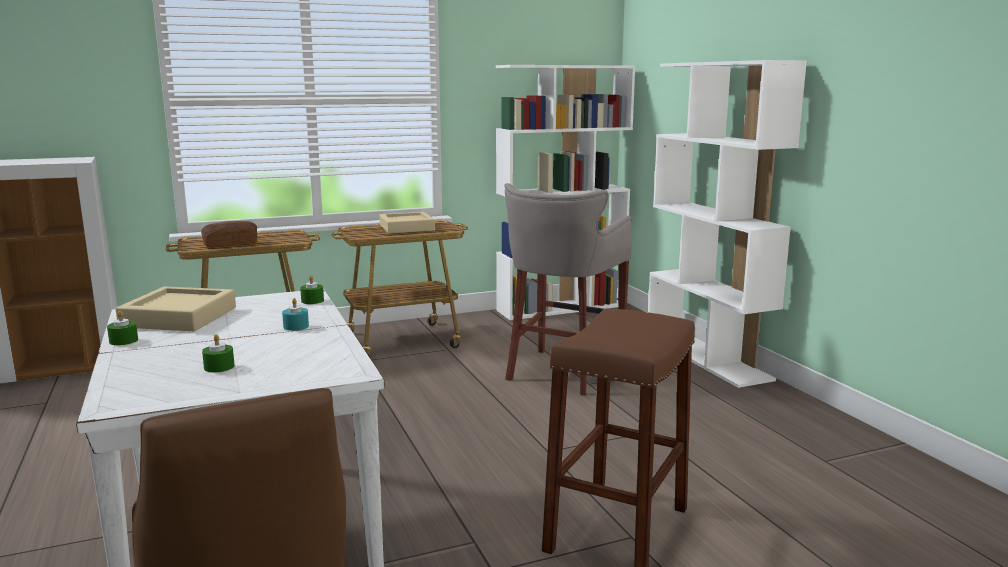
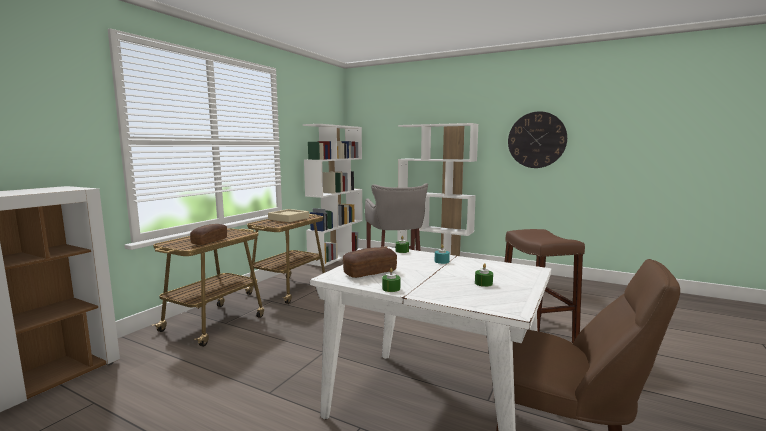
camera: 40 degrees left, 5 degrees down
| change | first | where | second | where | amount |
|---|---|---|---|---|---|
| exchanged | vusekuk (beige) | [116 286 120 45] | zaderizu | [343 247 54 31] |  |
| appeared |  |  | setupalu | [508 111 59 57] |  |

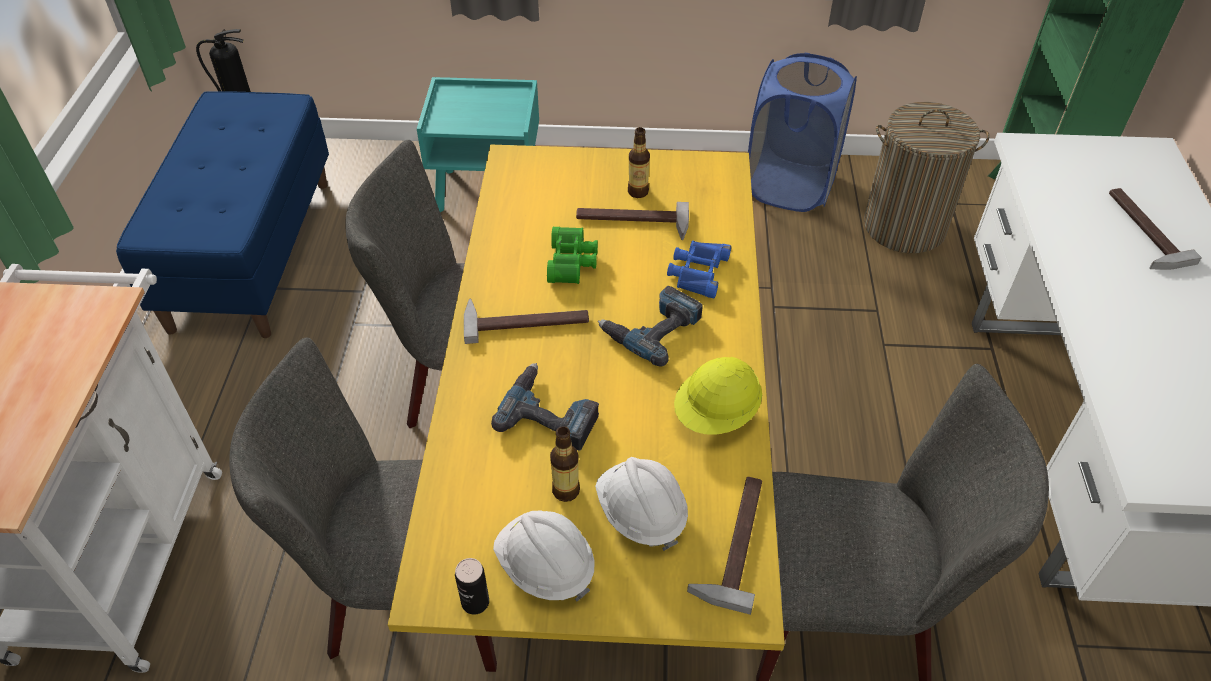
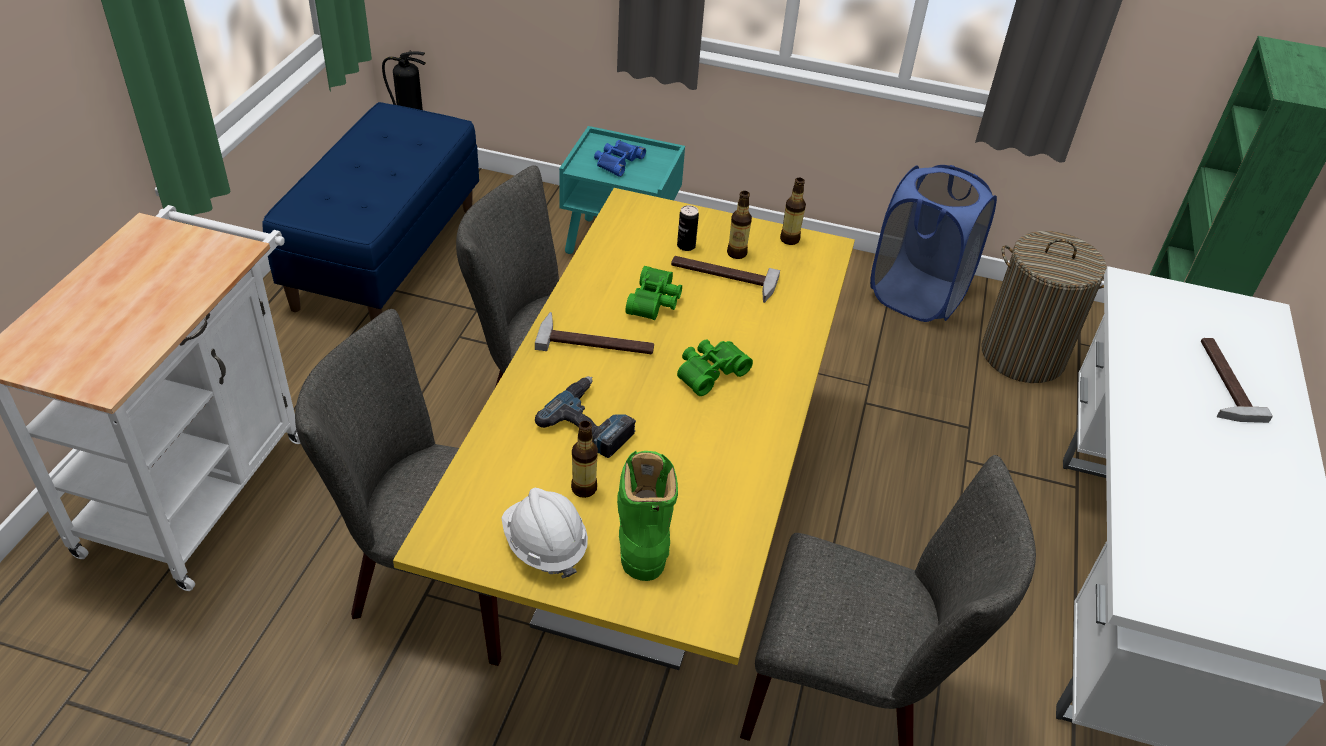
camera: 10 degrees right, 5 degrees down
| change | first | where | second | where | amount |
|---|---|---|---|---|---|
| relocated | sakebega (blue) | [667 240 64 58] |  | [594 140 52 37] |  |
| exchanged | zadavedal | [598 286 105 80] | sakebega (green) | [677 339 76 57] |  |
| missing | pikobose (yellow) | [674 357 88 78] |  |  |  |
| exchanged | pikobose (white) | [595 457 93 94] | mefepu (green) | [617 451 61 130] |  |
| missing | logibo | [687 477 75 138] |  |  |  |
| relocated | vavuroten | [455 558 34 56] |  | [677 205 22 46] |  |
| appeared |  |  | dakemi | [780 178 26 67] |  |

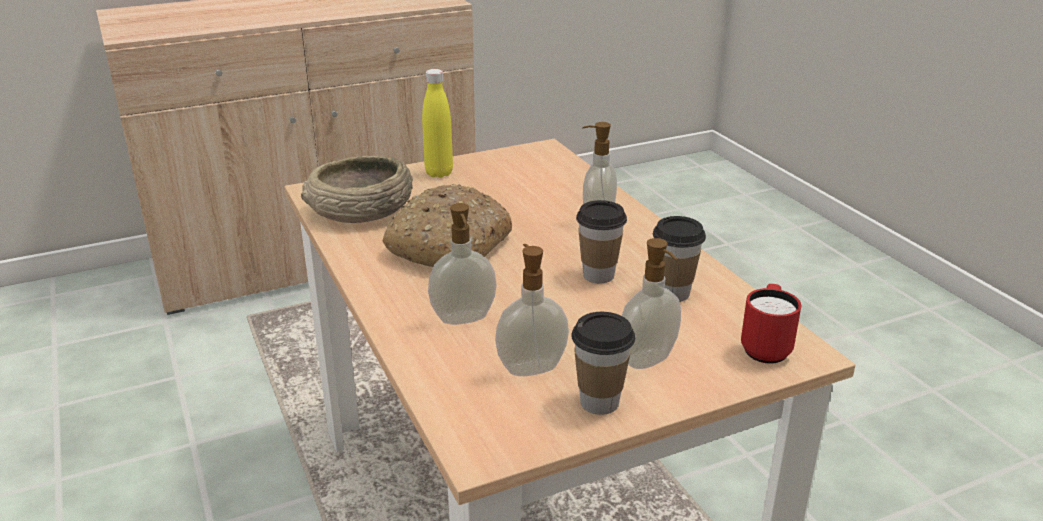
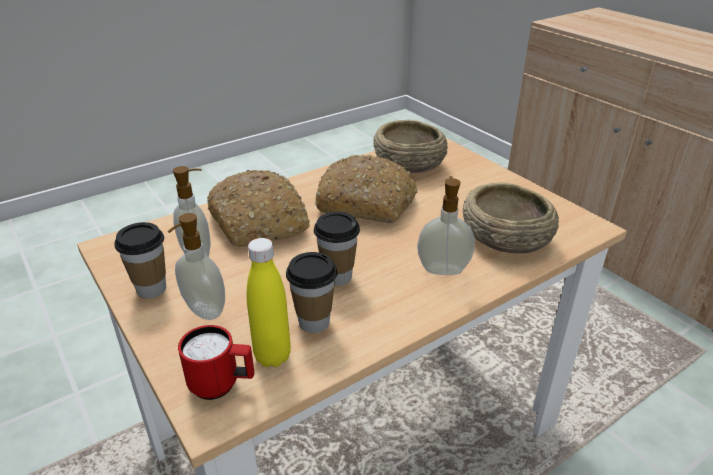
camera: 80 degrees right, 5 degrees up
| change | first | where | second | where | amount |
|---|---|---|---|---|---|
| relocated | dakemi (yellow) | [422 69 31 109] |  | [247 238 44 129] |  |
| exchanged | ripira | [428 203 69 122] | zaderizu | [207 170 103 77] |  |
| appeared |  |  | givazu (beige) | [463 182 96 71] |  |

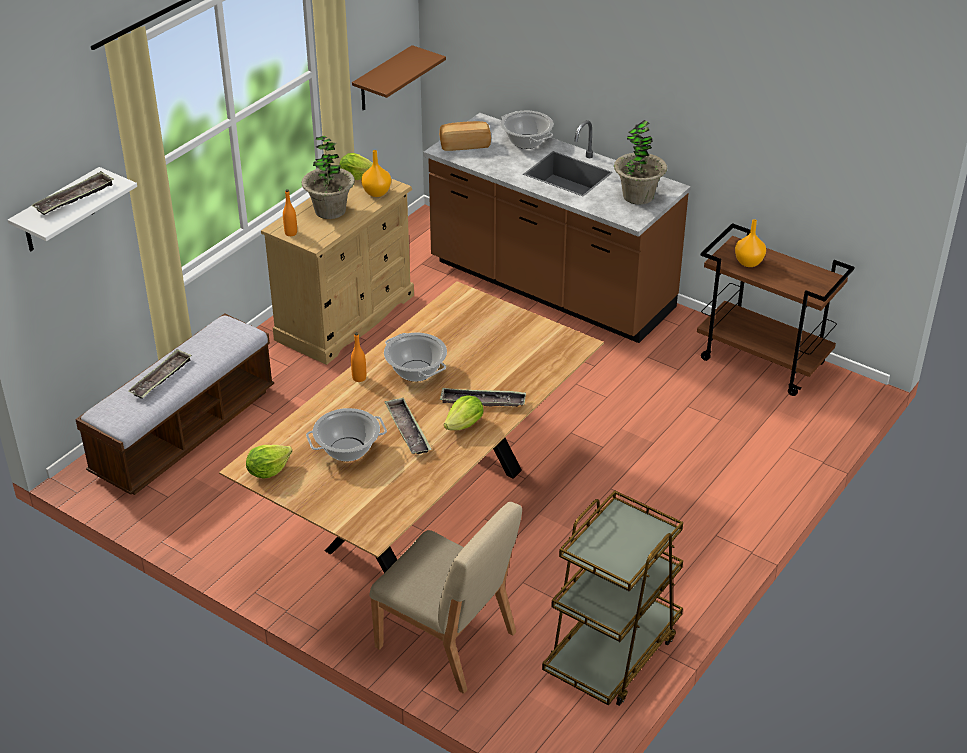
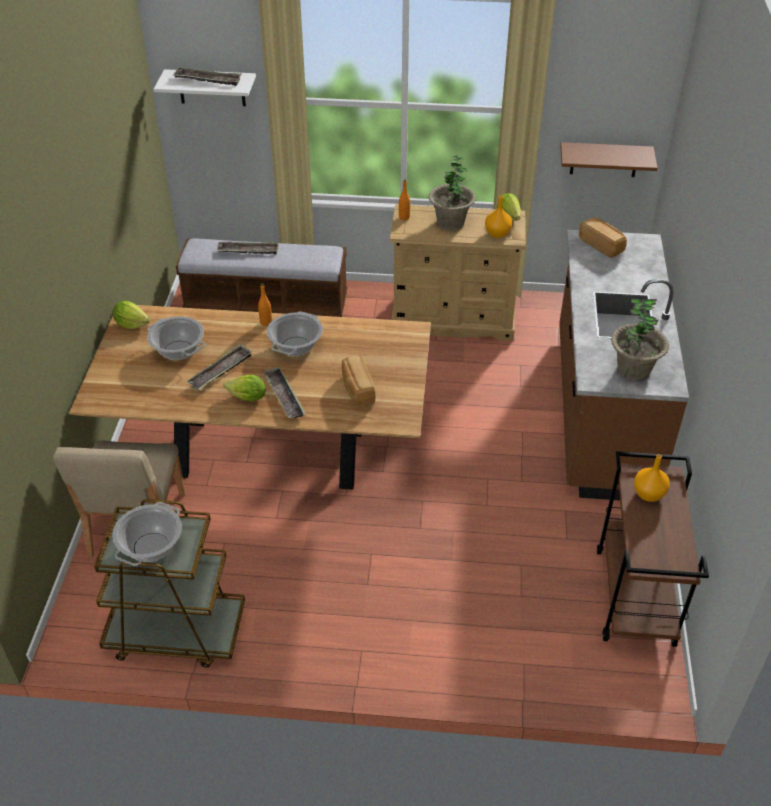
camera: 60 degrees right, 5 degrees up
| change | first | where | second | where | amount |
|---|---|---|---|---|---|
| relocated | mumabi | [501 111 52 38] |  | [112 502 70 64] |  |
| appeared |  |  | zaderizu | [342 355 34 51] |  |

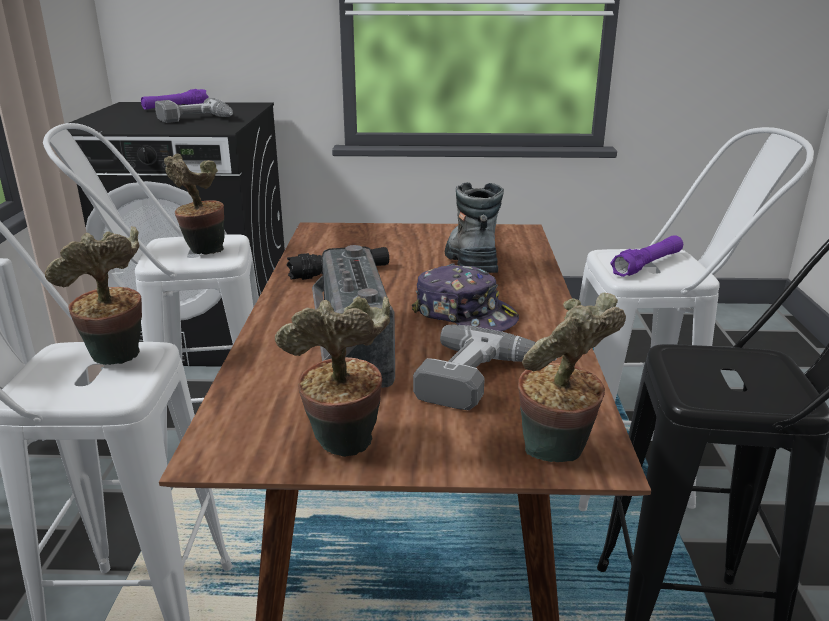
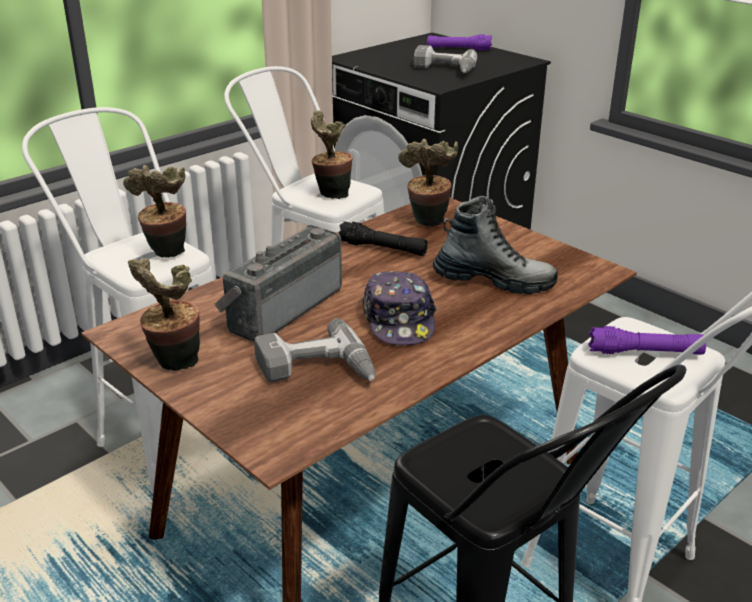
camera: 45 degrees right, 5 degrees up
| change | first | where | second | where | amount |
|---|---|---|---|---|---|
| spun | mefepu | [445 182 59 91] |  | [433 196 125 98] | 60 degrees clockwise |
| relocated | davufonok | [518 292 108 170] |  | [398 139 60 87] |  |

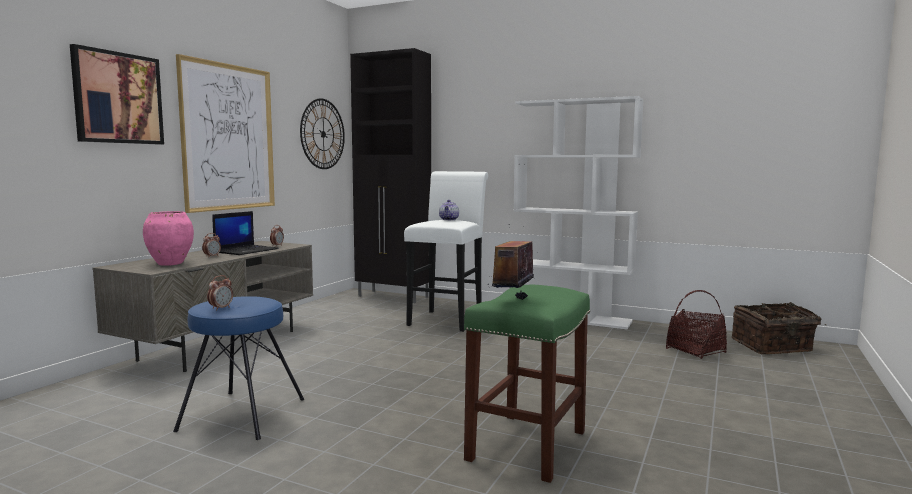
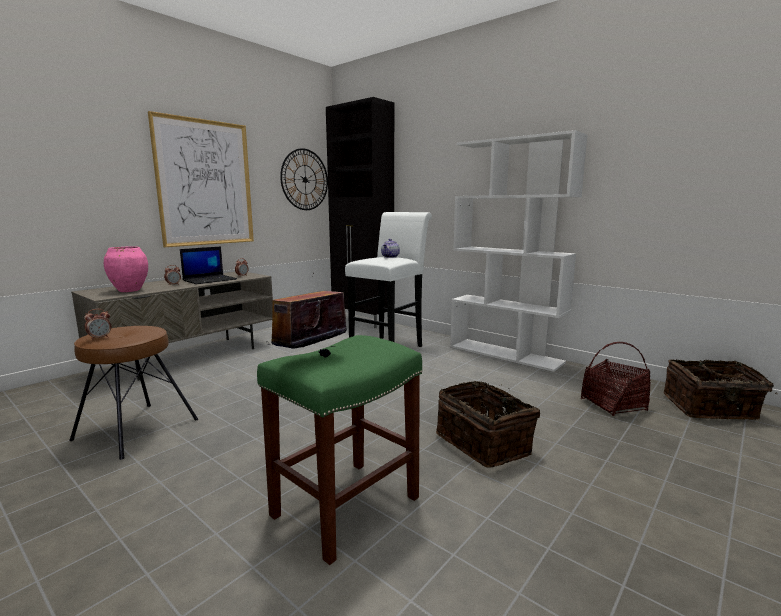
camera: 15 degrees right, 5 degrees up
| change | first | where | second | where | amount |
|---|---|---|---|---|---|
| missing | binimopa | [70 44 94 101] |  |  |  |
| colour | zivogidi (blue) | [173 296 131 144] | zivogidi (brown) | [69 326 129 134] |  |
| appeared |  |  | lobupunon | [436 381 104 86] |  |

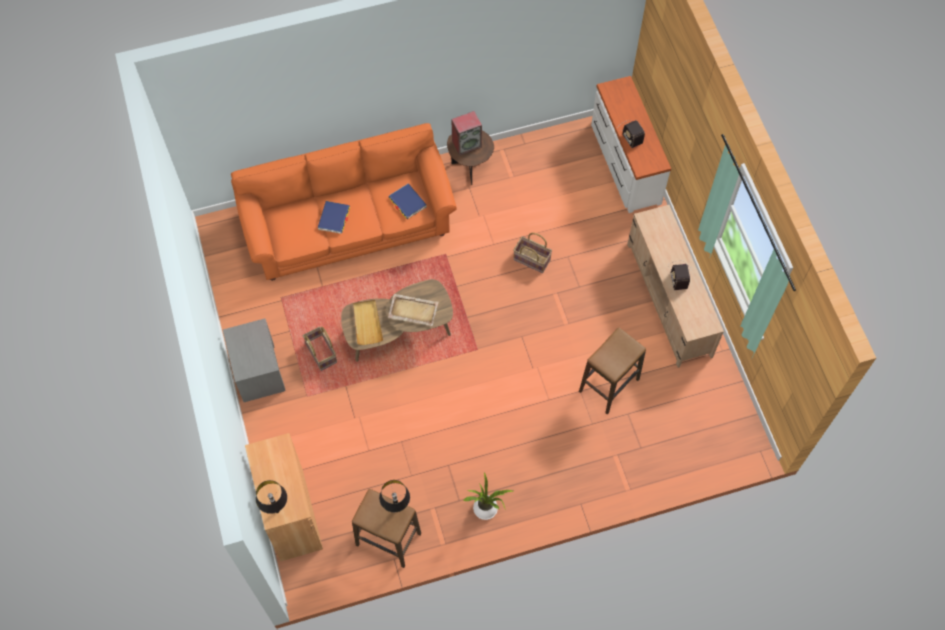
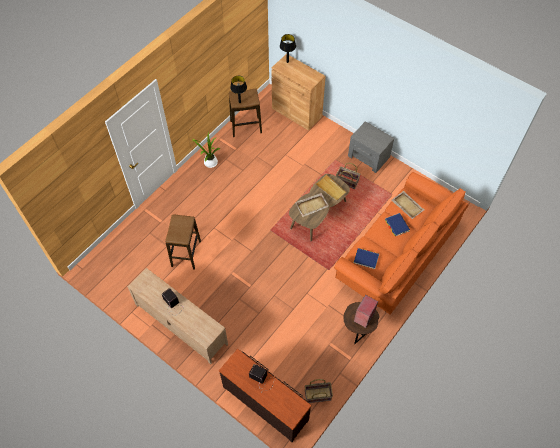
camera: 145 degrees right, 5 degrees down
| change | first | where | second | where | amount |
|---|---|---|---|---|---|
| colour | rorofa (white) | [591 76 80 137] | rorofa (brown) | [219 349 92 93] |  |
| relocated | lobupunon | [513 233 39 40] |  | [305 379 28 24] |  |
| appeared |  |  | vusekuk (beige) | [391 191 34 28] |  |

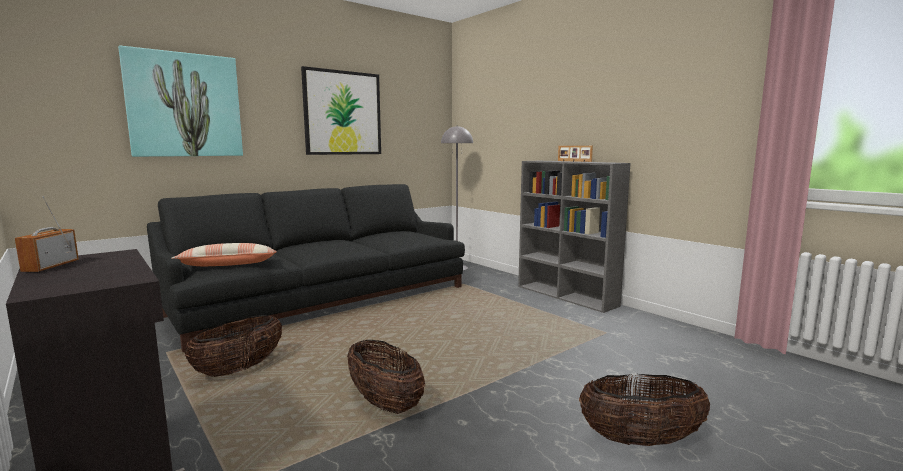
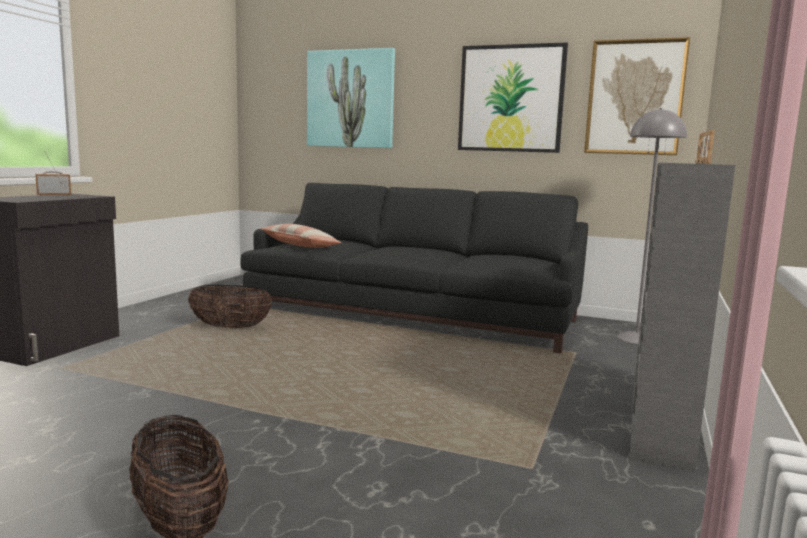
camera: 60 degrees right, 0 degrees up
| change | first | where | second | where | amount |
|---|---|---|---|---|---|
| missing | lobupunon | [347 340 78 74] |  |  |  |
| appeared |  |  | binimopa | [584 37 106 118] |  |

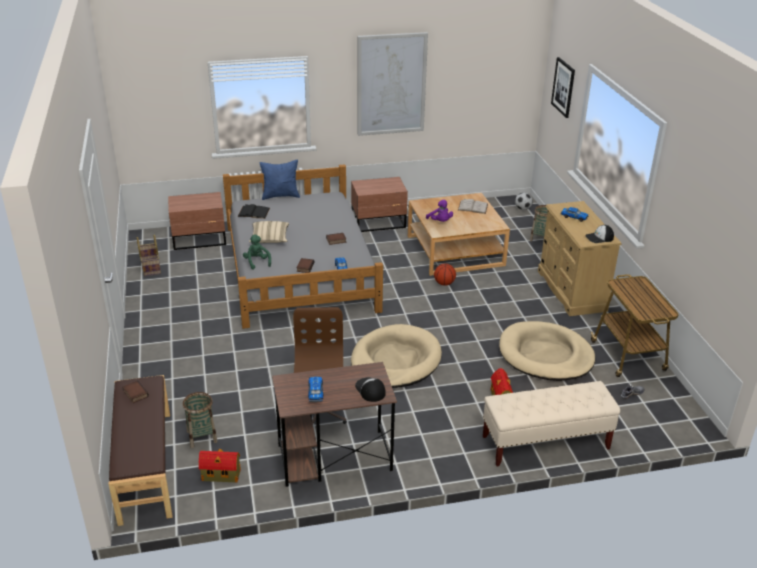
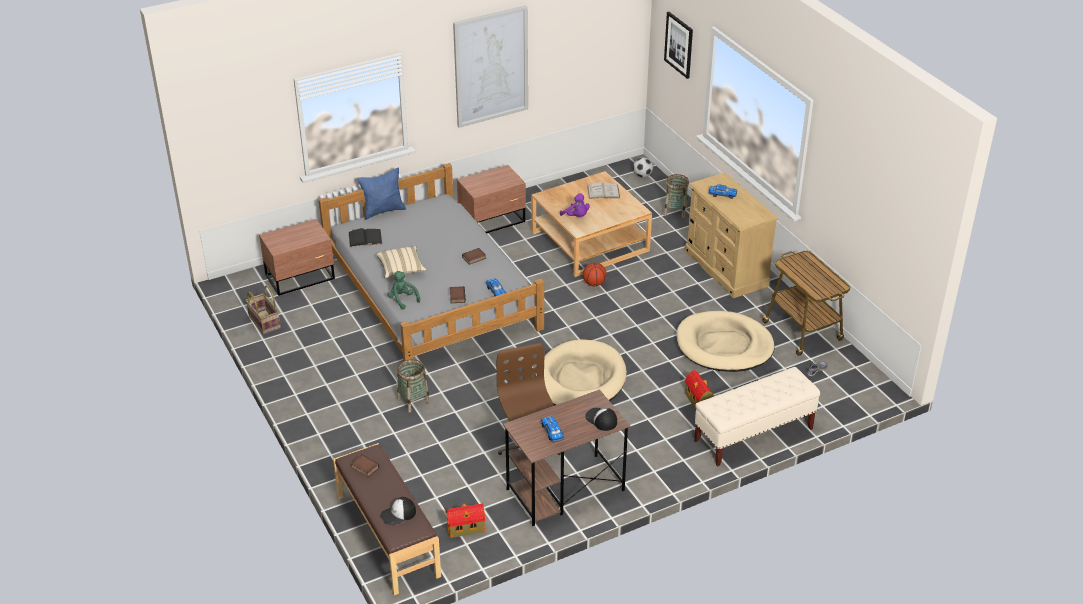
camera: 15 degrees left, 5 degrees up
| change | first | where | second | where | amount |
|---|---|---|---|---|---|
| relocated | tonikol | [585 225 29 18] |  | [380 497 36 29] |  |
| relocated | lobupunon | [183 392 35 56] |  | [397 359 33 53] |  |

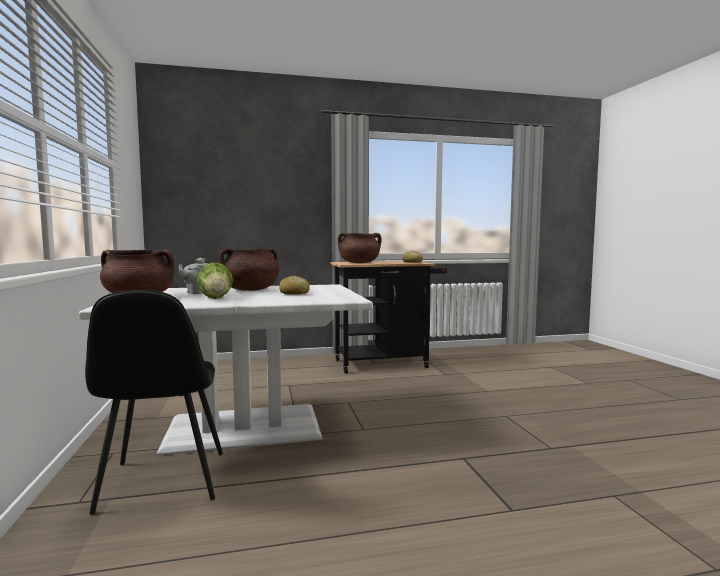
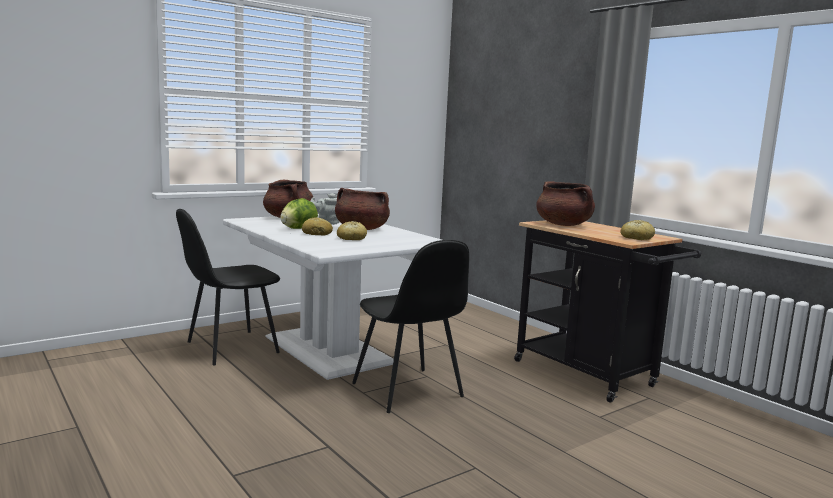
camera: 65 degrees right, 5 degrees up
| change | first | where | second | where | amount |
|---|---|---|---|---|---|
| appeared |  |  | zaderizu | [302 217 31 19] |  |
| appeared |  |  | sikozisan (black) | [352 240 117 173] |  |

